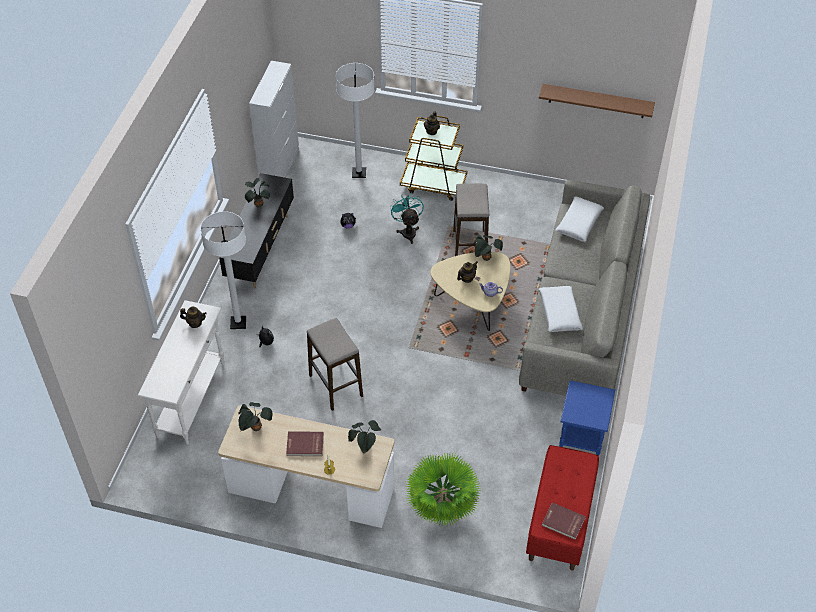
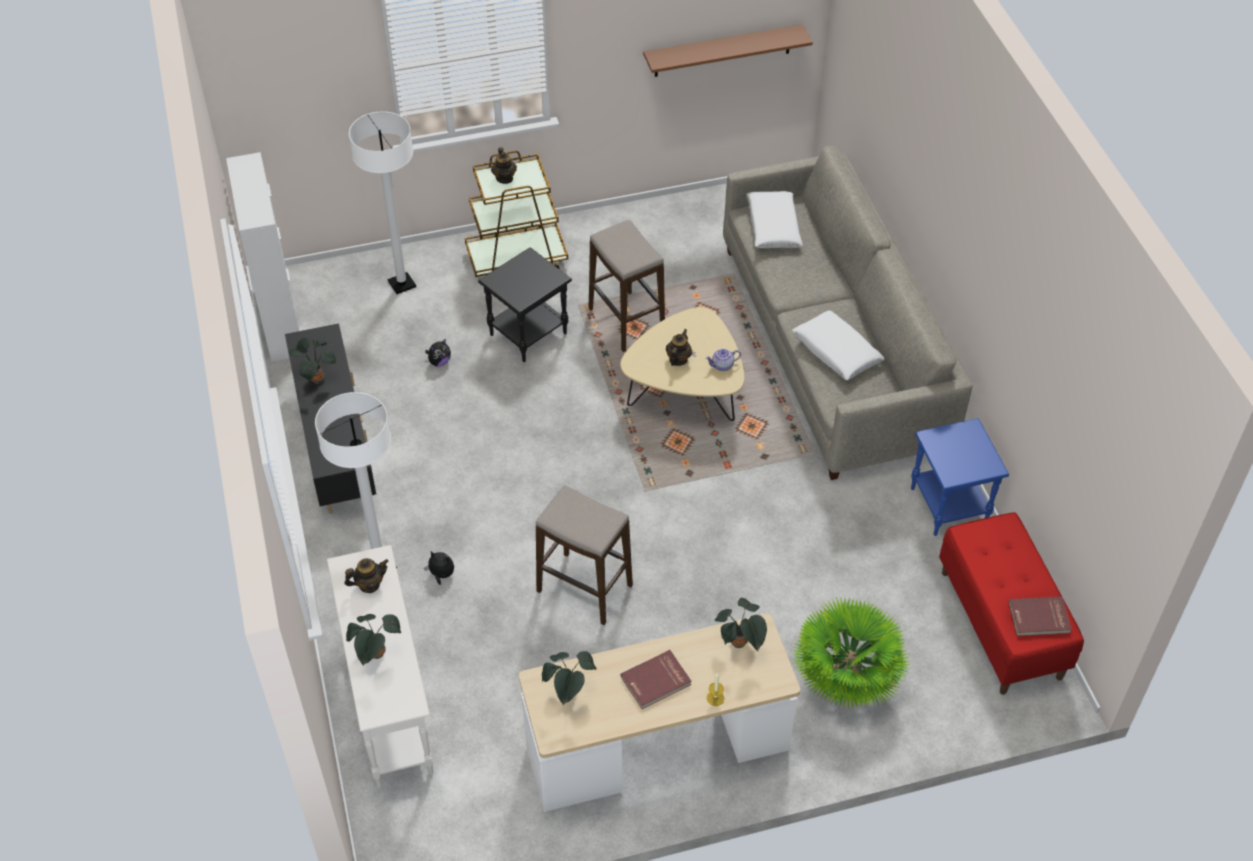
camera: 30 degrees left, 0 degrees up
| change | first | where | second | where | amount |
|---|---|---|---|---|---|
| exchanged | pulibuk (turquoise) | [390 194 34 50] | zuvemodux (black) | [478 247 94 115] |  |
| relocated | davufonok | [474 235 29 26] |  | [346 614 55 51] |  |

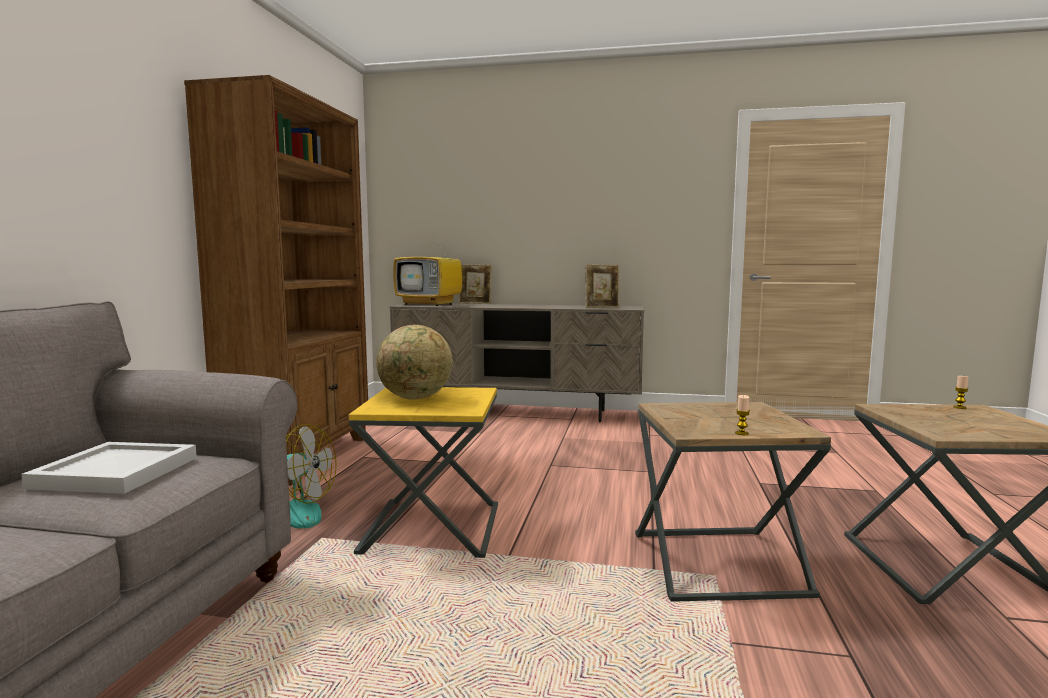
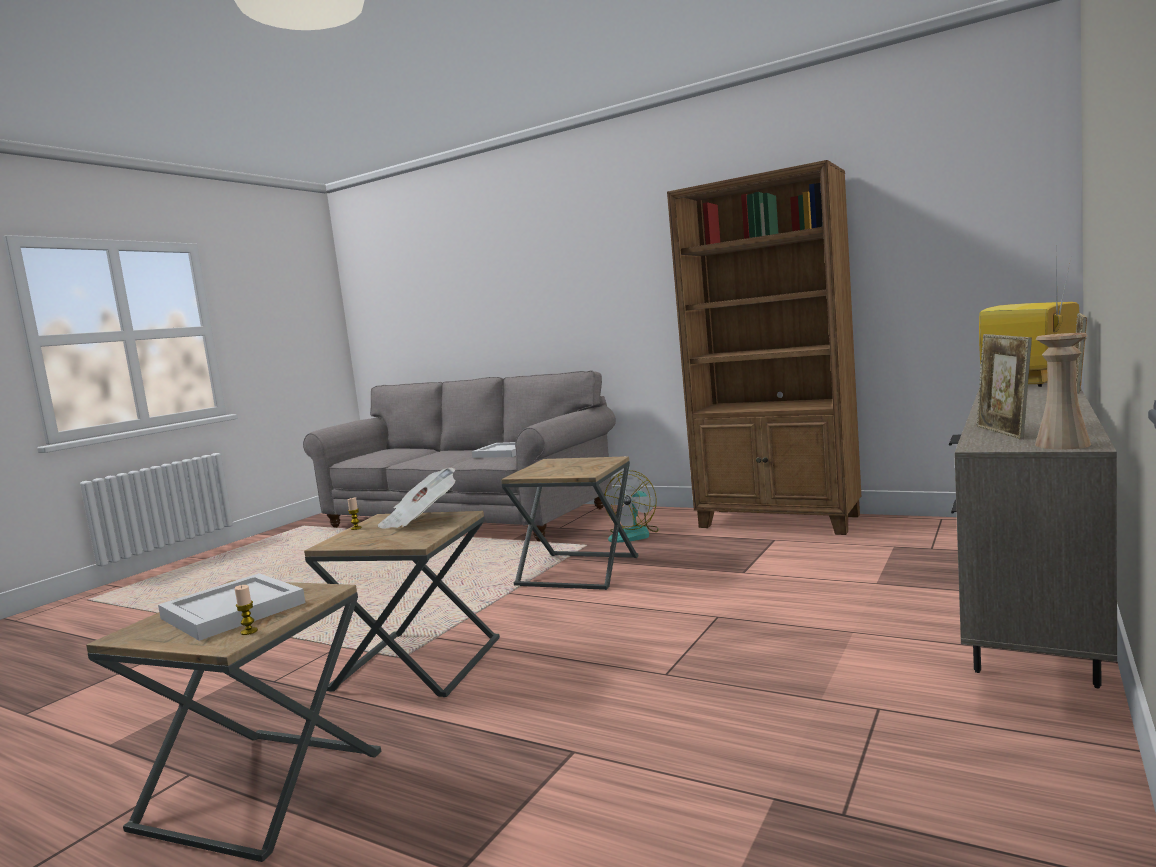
camera: 110 degrees right, 0 degrees up
| change | first | where | second | where | amount |
|---|---|---|---|---|---|
| missing | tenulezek | [376 325 77 75] |  |  |  |
| colour | zuvemodux (yellow) | [349 387 149 171] | zuvemodux (brown) | [501 456 137 134] |  |
| appeared |  |  | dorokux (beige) | [1035 333 56 116] |  |
| appeared |  |  | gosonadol | [378 467 78 62] |  |
| appeared |  |  | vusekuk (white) | [158 573 148 68] |  |

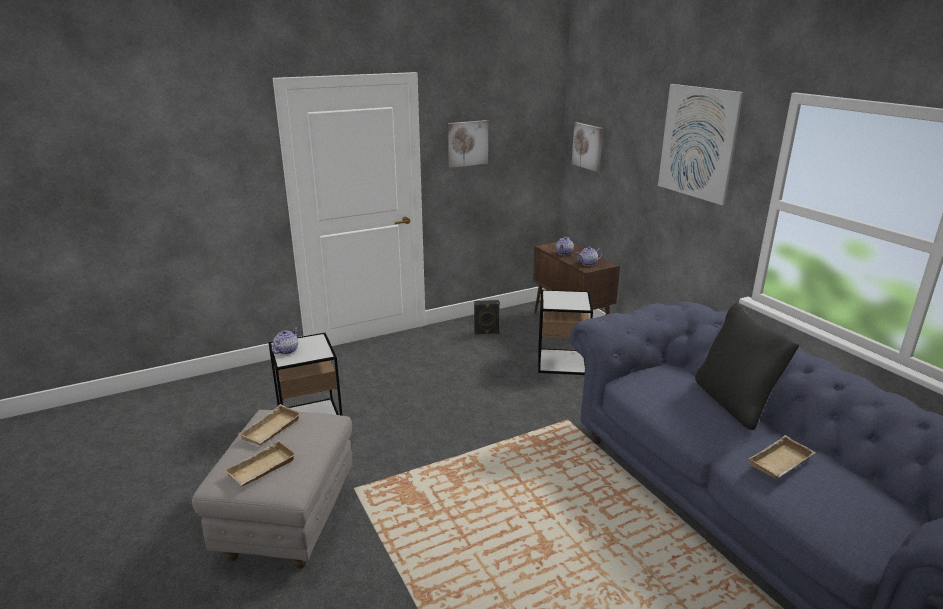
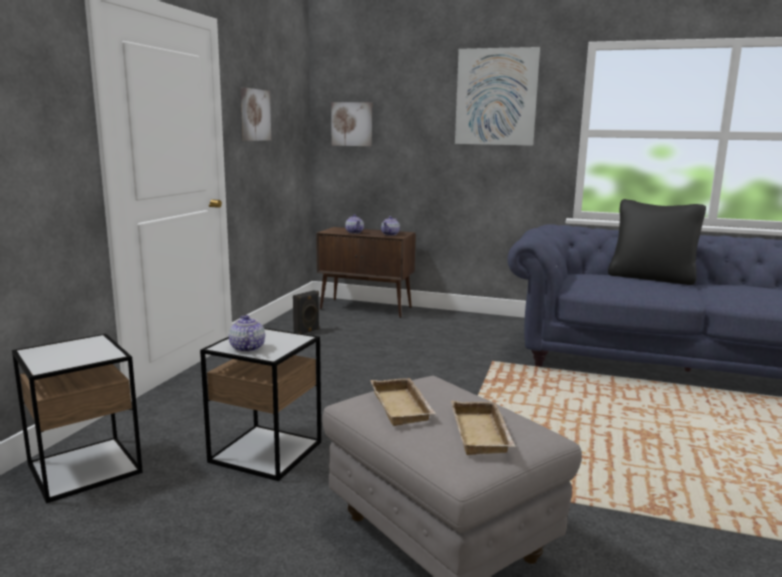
camera: 45 degrees left, 10 degrees down
| change | first | where | second | where | amount |
|---|---|---|---|---|---|
| relocated | zuvemodux | [538 290 55 85] |  | [12 334 131 170] |  |
| missing | vusekuk (beige) | [748 435 68 43] |  |  |  |

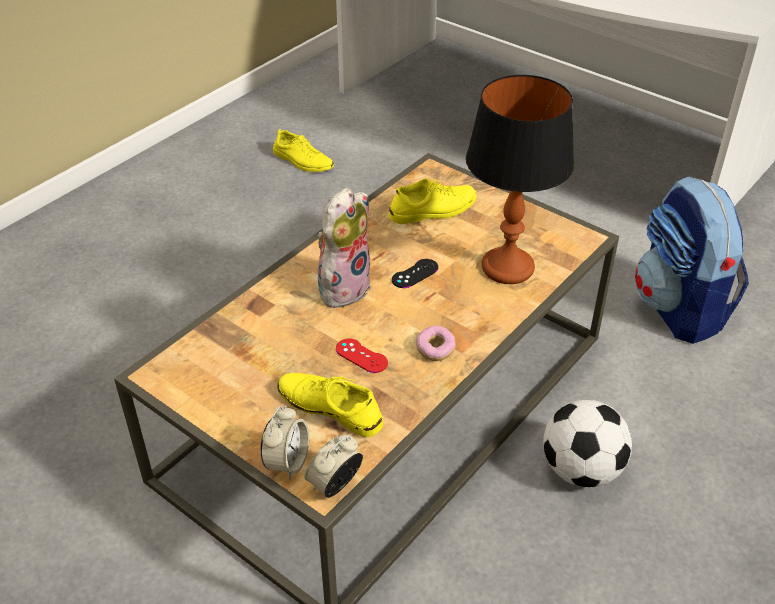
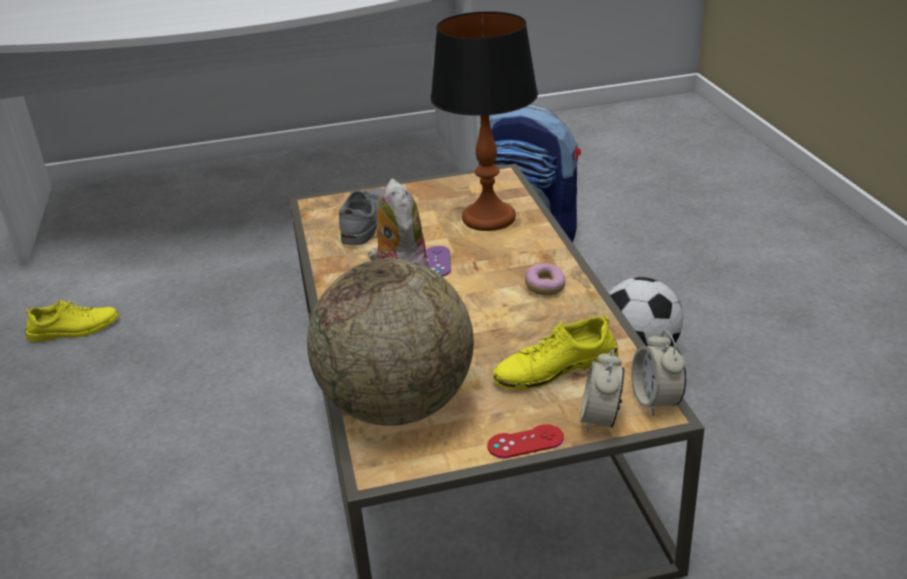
camera: 50 degrees left, 10 degrees down
| change | first | where | second | where | amount |
|---|---|---|---|---|---|
| colour | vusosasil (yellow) | [388 178 89 46] | vusosasil (grey) | [339 188 45 57] |  |
| colour | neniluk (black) | [392 259 47 29] | neniluk (purple) | [426 246 25 31] |  |
| relocated | neniluk (red) | [336 338 52 35] |  | [487 424 77 34] |  |
| spun | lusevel | [261 405 48 74] |  | [580 349 44 84] | 135 degrees counterclockwise |
| appeared |  |  | tenulezek | [307 259 167 167] |  |

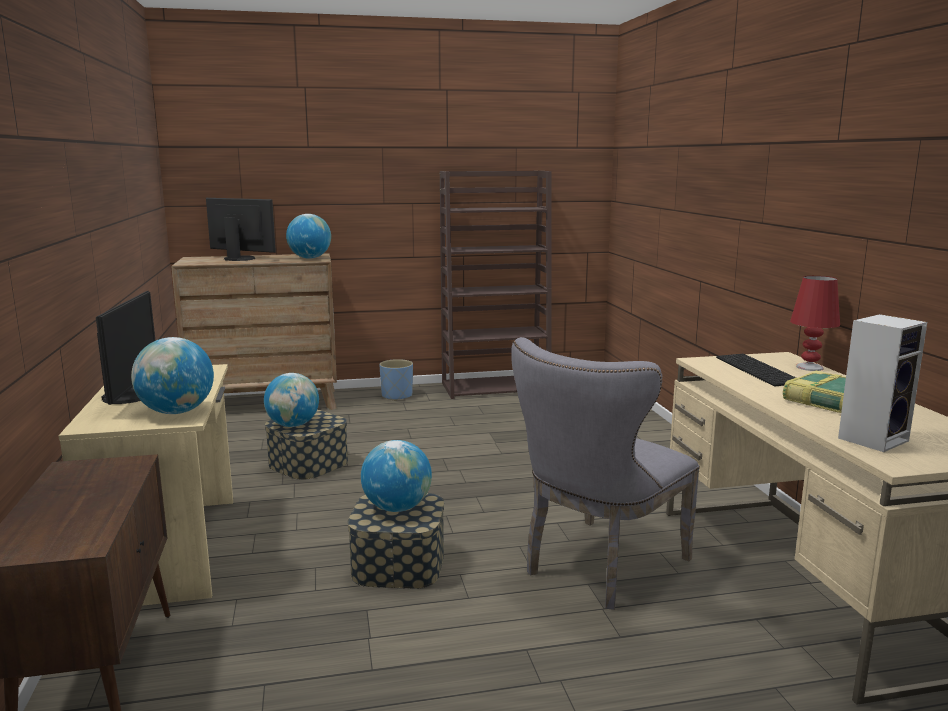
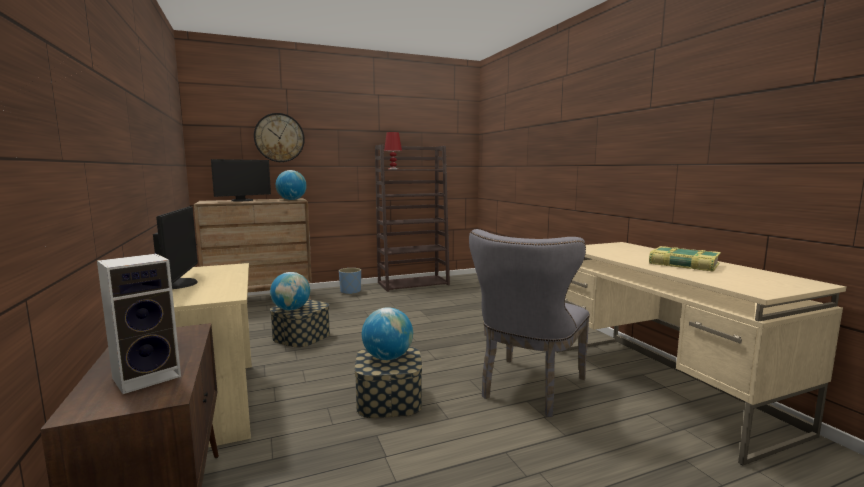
camera: 10 degrees left, 5 degrees down
| change | first | where | second | where | amount |
|---|---|---|---|---|---|
| spun | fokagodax | [206 198 70 63] |  | [211 159 60 42] | 120 degrees clockwise |
| relocated | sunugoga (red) | [790 276 50 95] |  | [384 132 18 37] |  |
| relocated | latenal | [838 314 89 138] |  | [97 254 84 140] |  |
| missing | tenulezek | [131 337 83 77] |  |  |  |
| missing | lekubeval | [716 354 80 32] |  |  |  |
| appeared |  |  | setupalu | [254 113 51 49] |  |

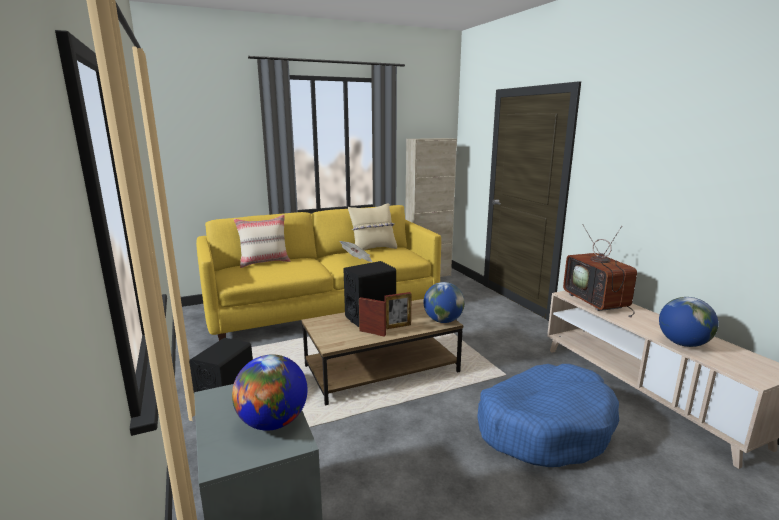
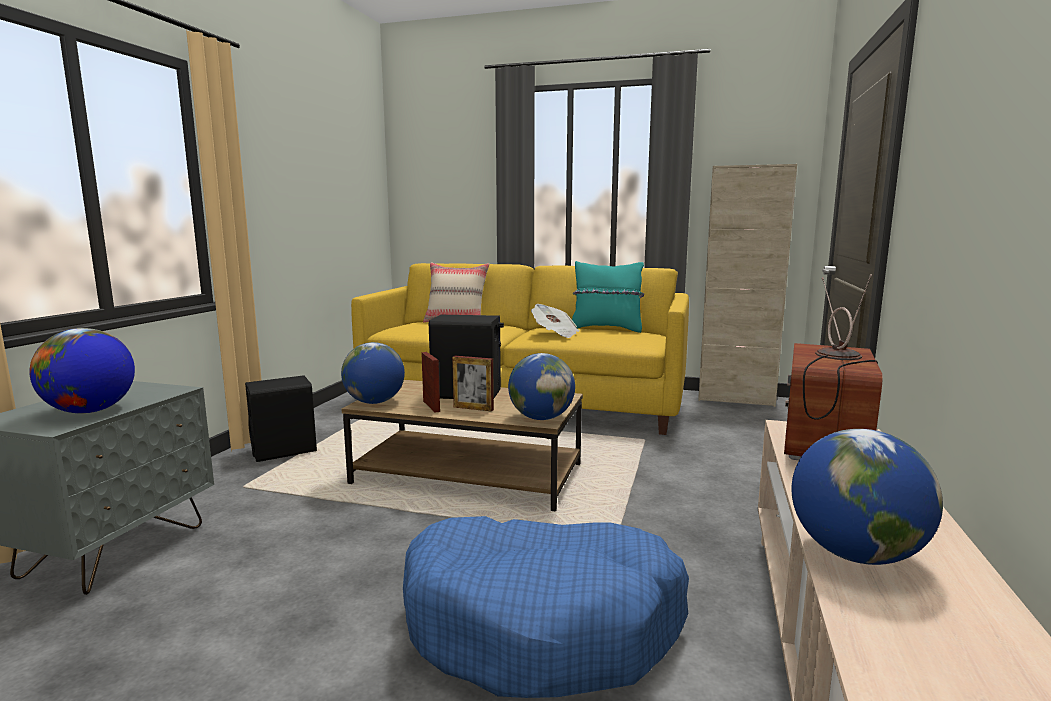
camera: 40 degrees right, 5 degrees down
| change | first | where | second | where | amount |
|---|---|---|---|---|---|
| colour | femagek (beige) | [348 203 49 47] | femagek (turquoise) | [572 261 73 72] |  |
| appeared |  |  | tenulezek | [341 342 64 62] |  |

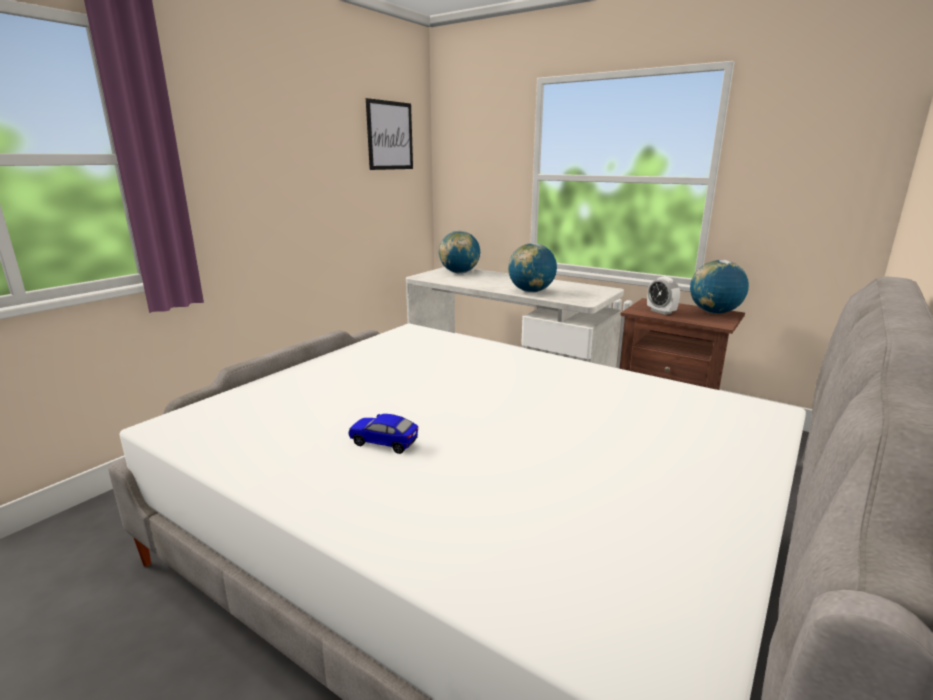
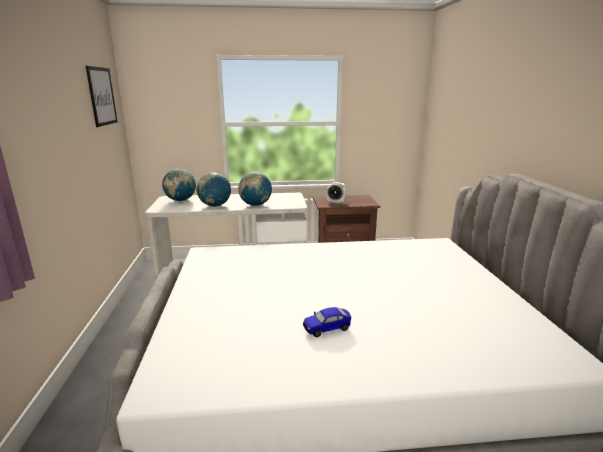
camera: 40 degrees left, 0 degrees up
| change | first | where | second | where | amount |
|---|---|---|---|---|---|
| relocated | tenulezek | [690 260 59 54] |  | [197 172 34 35] |  |

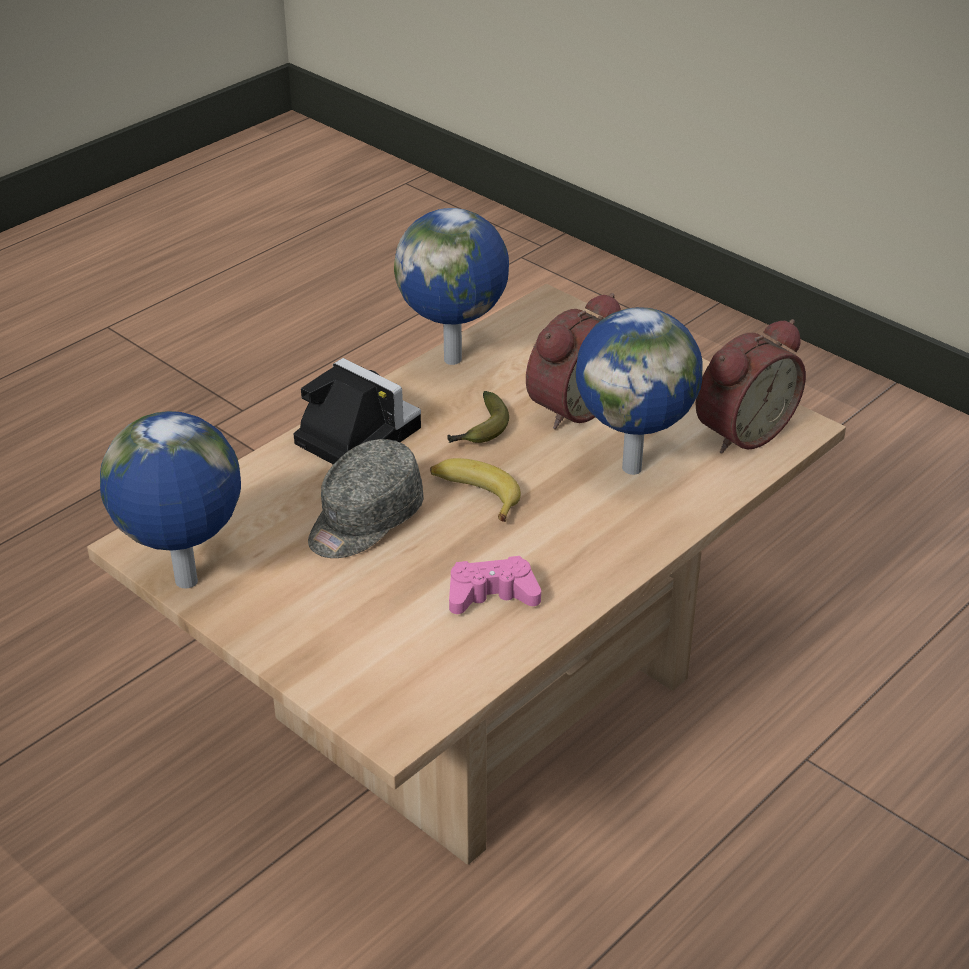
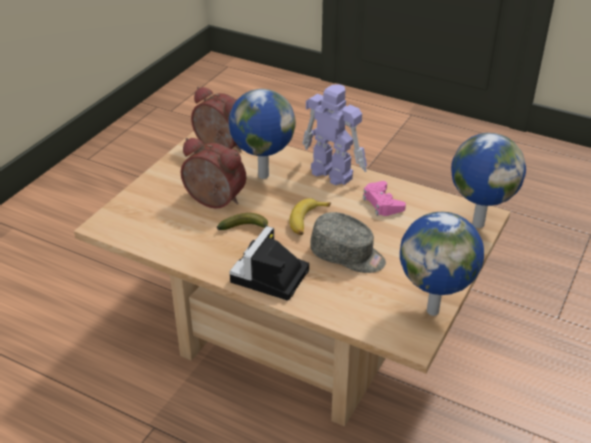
camera: 105 degrees left, 0 degrees up
| change | first | where | second | where | amount |
|---|---|---|---|---|---|
| relocated | tenulezek | [394 208 115 157] |  | [451 133 75 95] |  |
| appeared |  |  | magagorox | [302 84 65 101] |  |

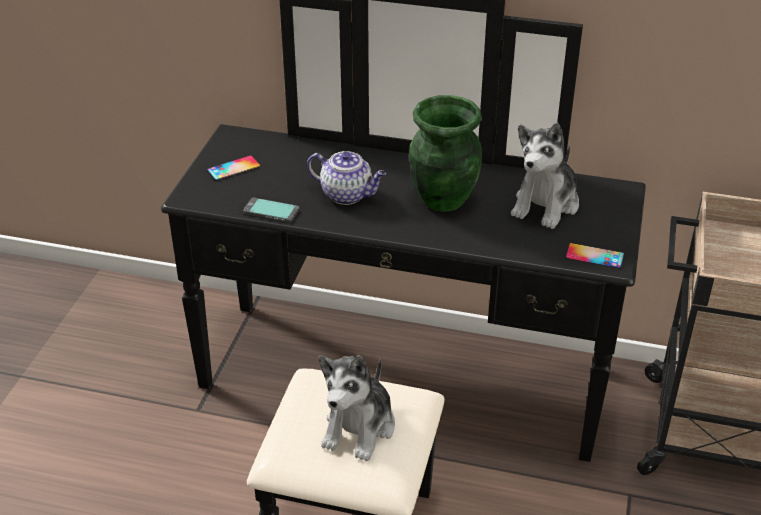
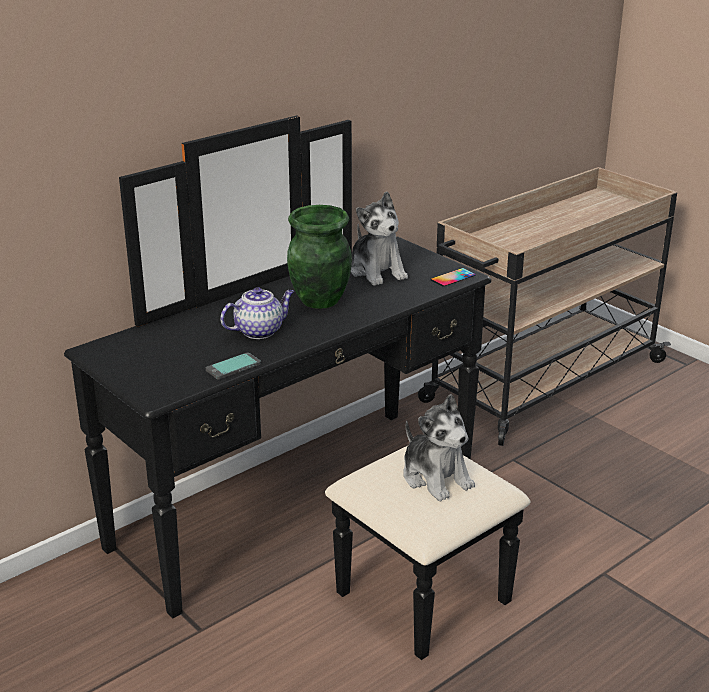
camera: 55 degrees left, 10 degrees down
| change | first | where | second | where | amount |
|---|---|---|---|---|---|
| missing | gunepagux | [207 155 53 26] |  |  |  |

